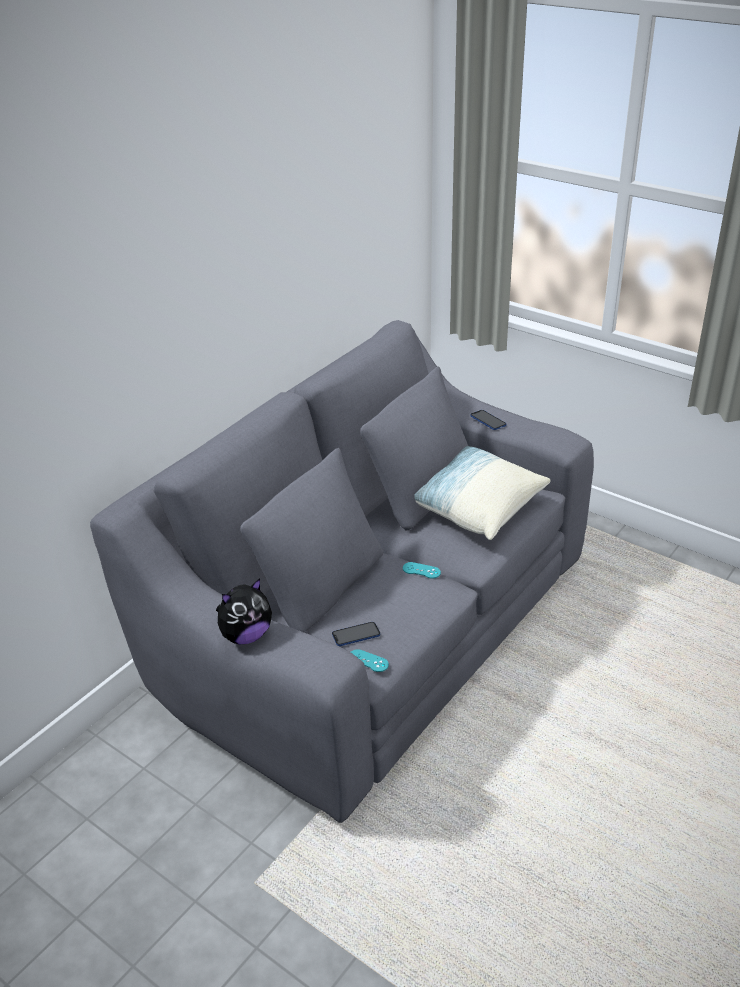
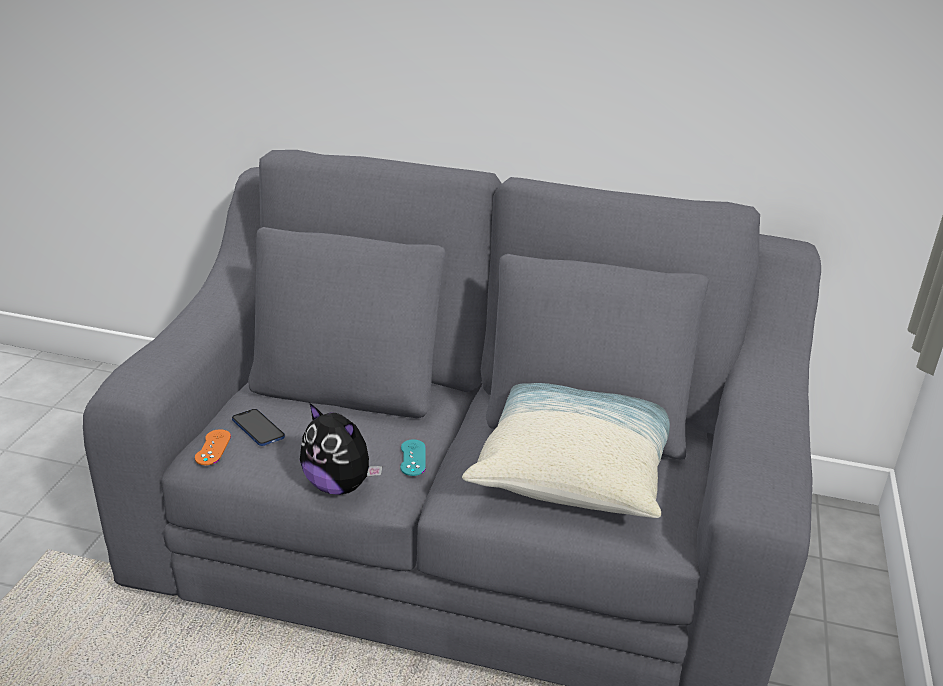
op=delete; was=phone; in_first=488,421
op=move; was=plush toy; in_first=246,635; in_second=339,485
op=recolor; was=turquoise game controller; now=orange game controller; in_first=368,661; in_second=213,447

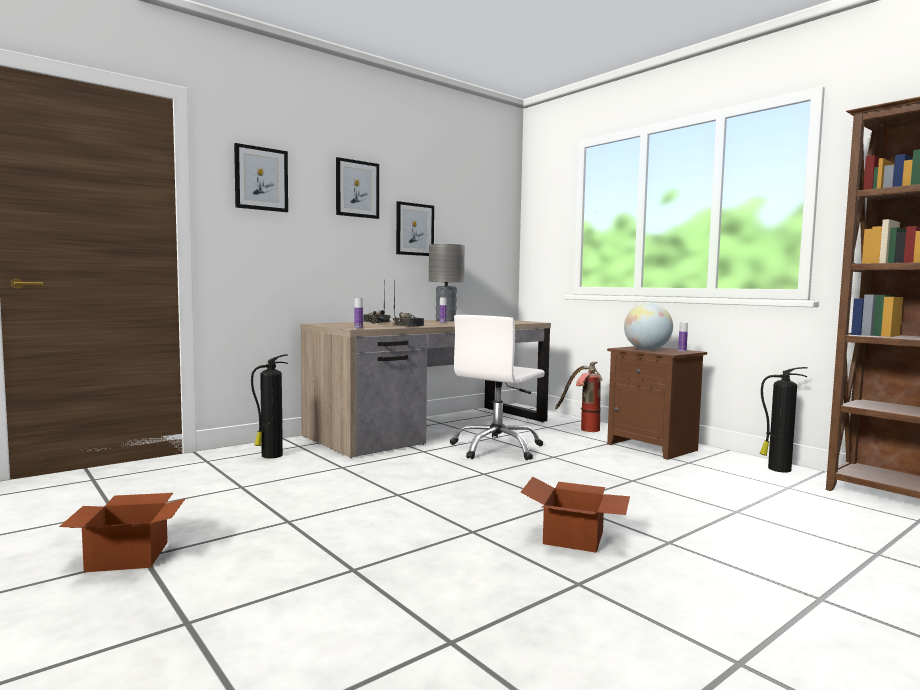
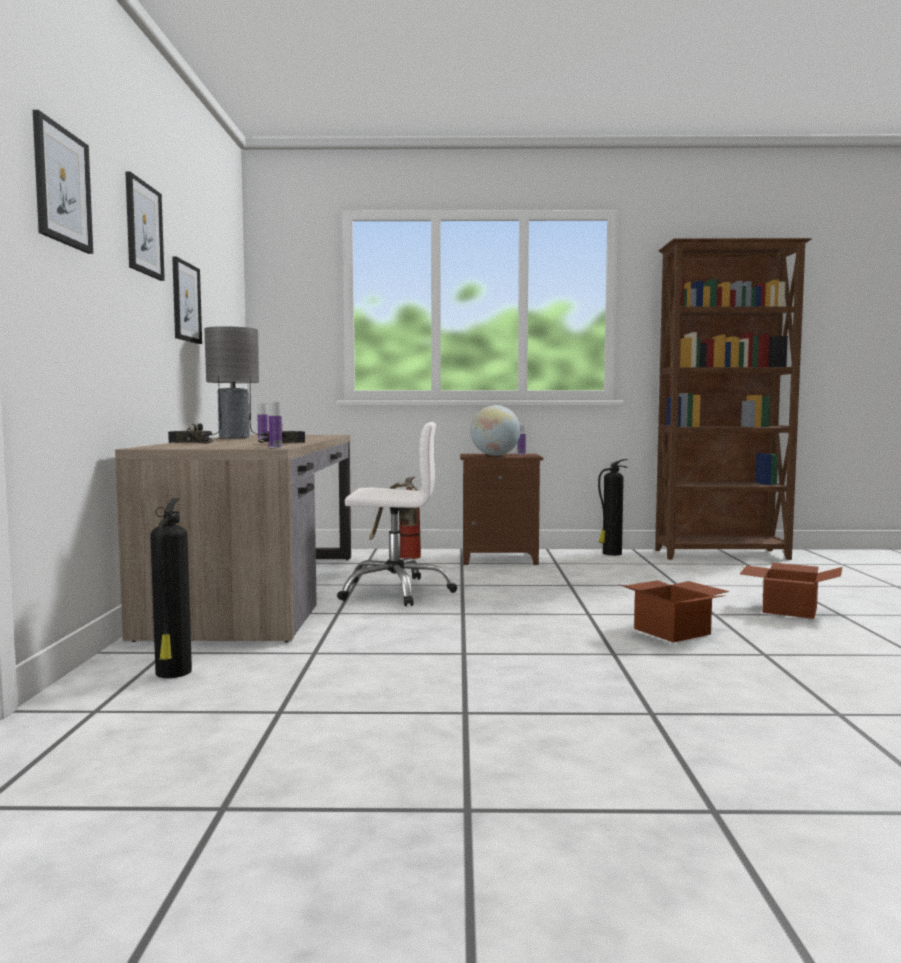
op=move; was=cardboard box; in_first=130,555; in_second=788,609
op=rotate; was=white office chair; in_first=497,448; in_second=395,591; clockwise=-75

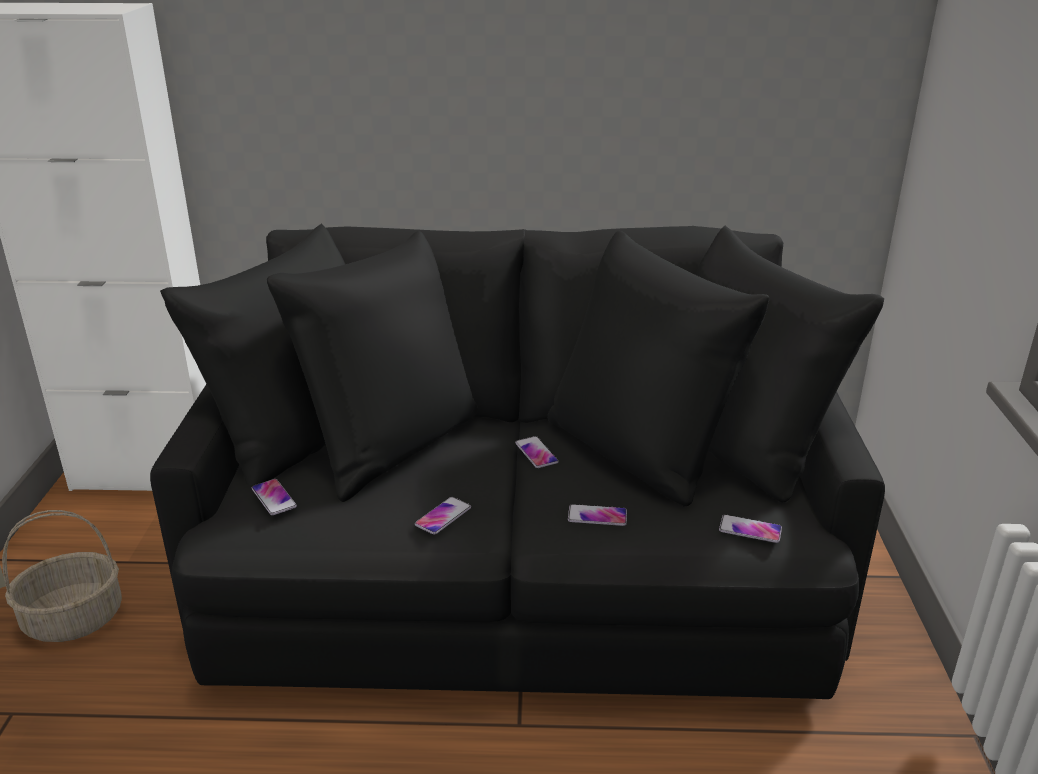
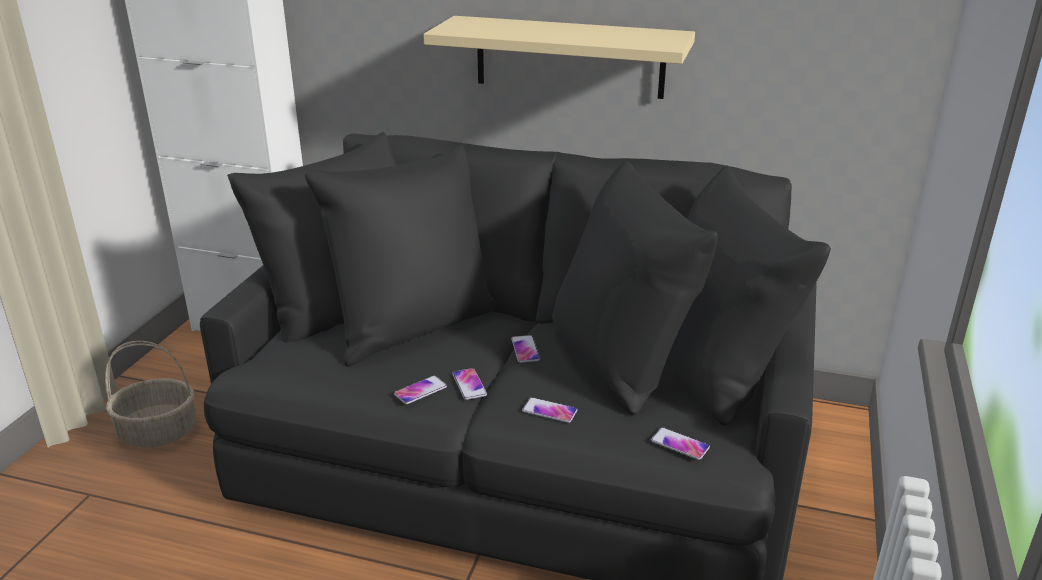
op=insert; now=beige shelf; in_second=569,57
op=move; was=phone; in_first=274,498; in_second=469,385

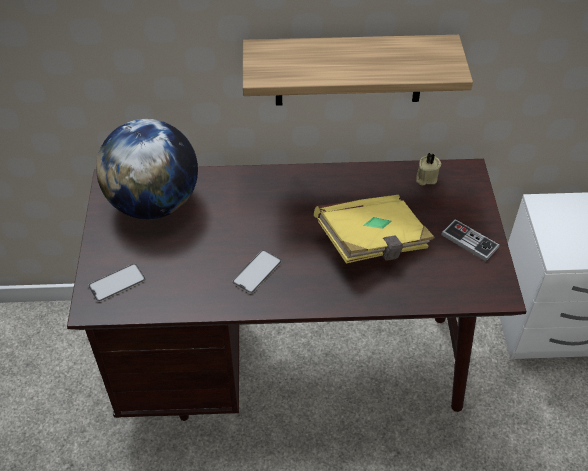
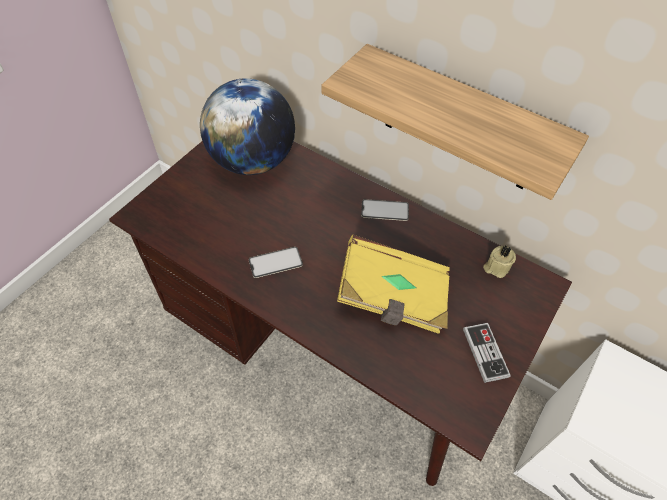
op=move; was=phone; in_first=117,283; in_second=385,210

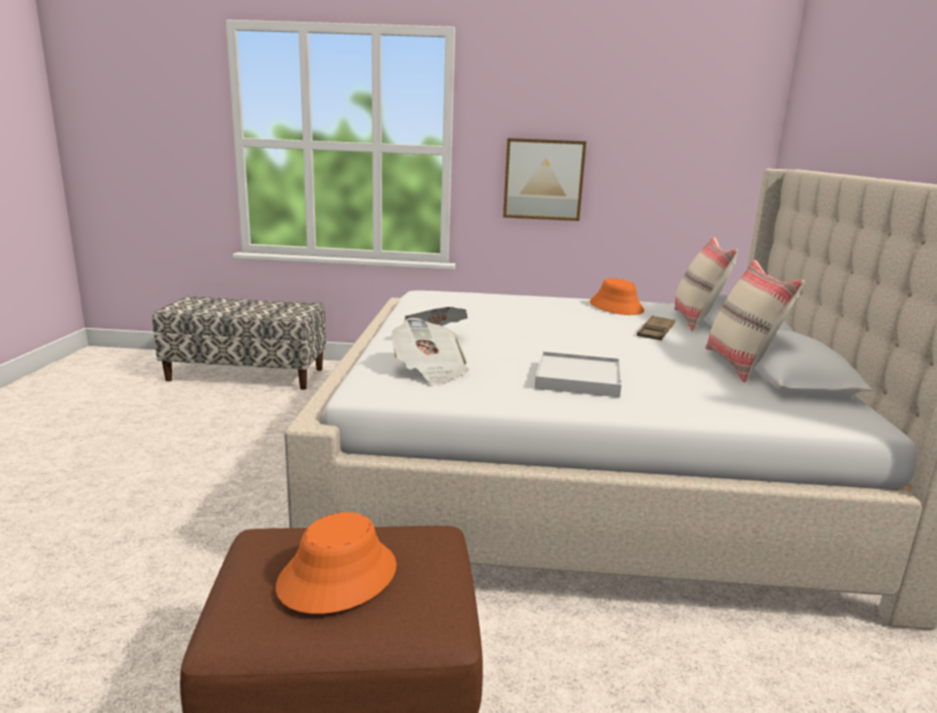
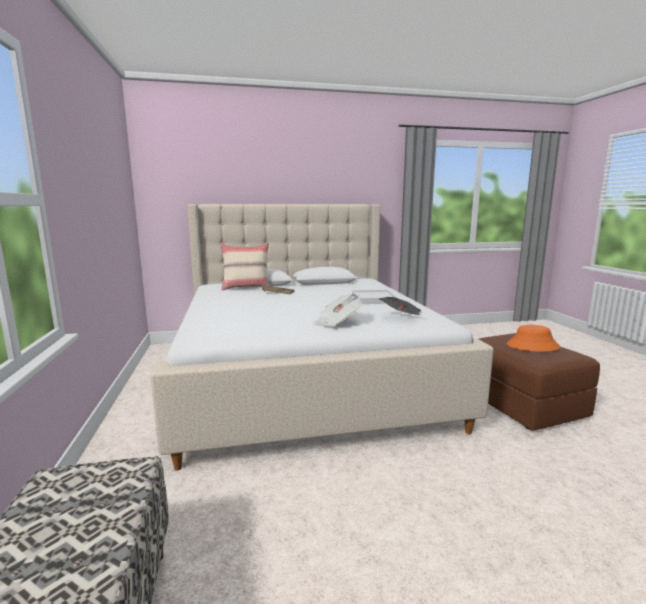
op=delete; was=picture; in_first=543,179
op=delete; was=orange hat; in_first=616,307
op=delete; was=beige pillow; in_first=740,365

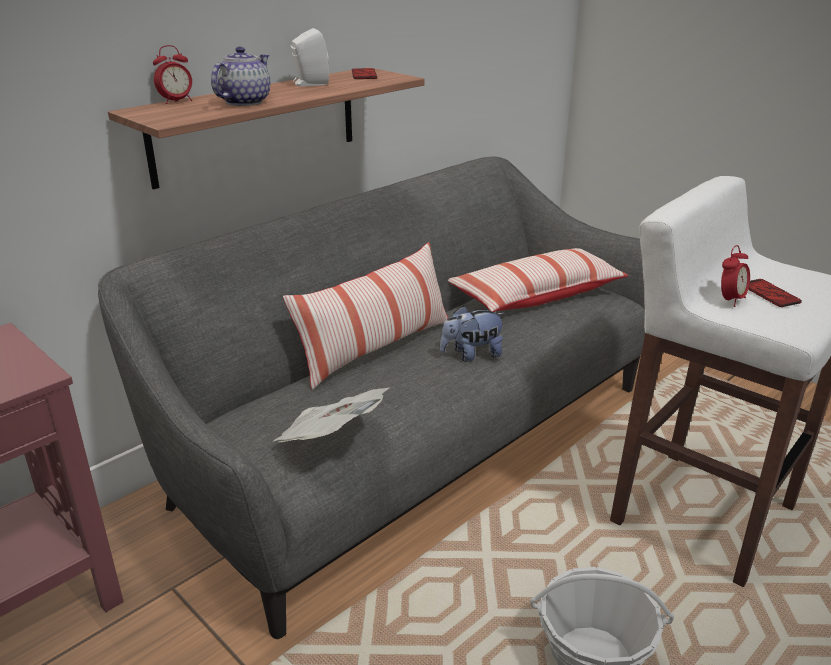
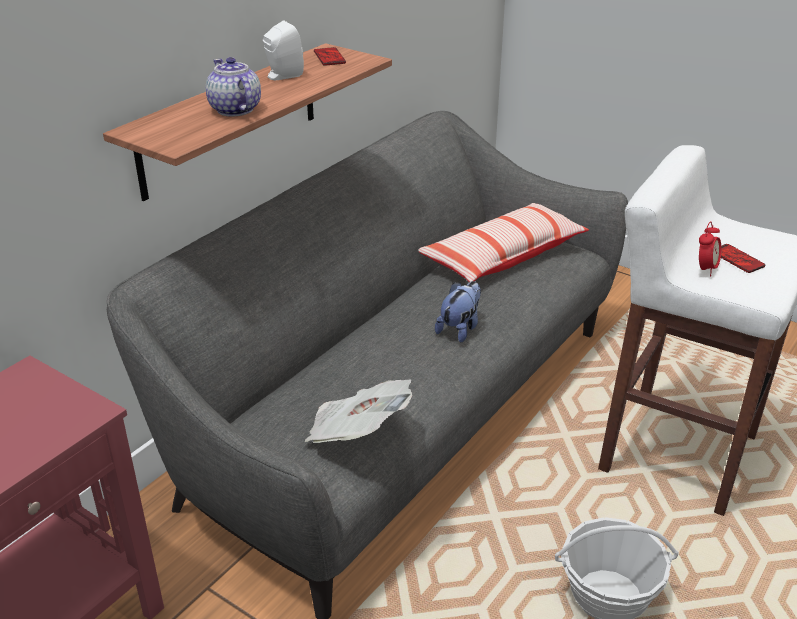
op=delete; was=alarm clock; in_first=177,101
op=delete; was=pillow; in_first=375,349
op=rotate; was=teapot; in_first=244,102; in_second=234,109; clockwise=-45
op=rotate; was=plush toy; in_first=471,354; in_second=460,328; clockwise=150

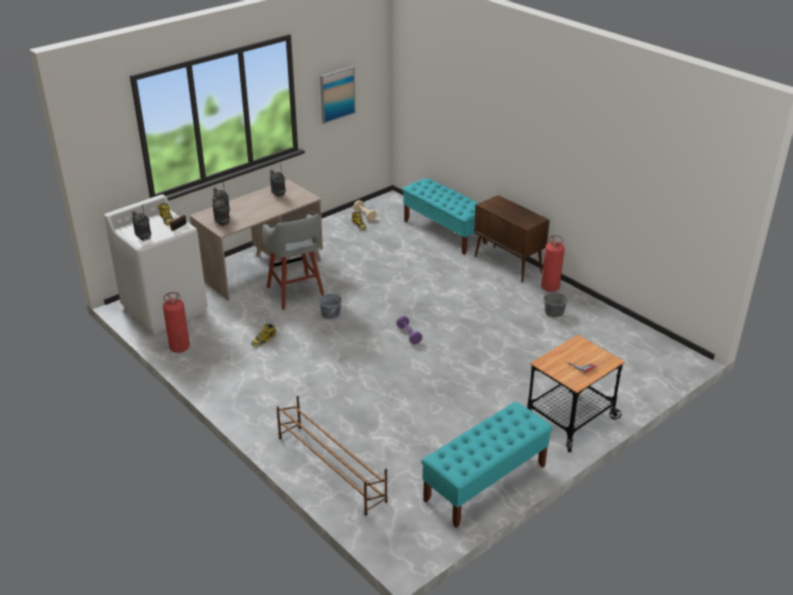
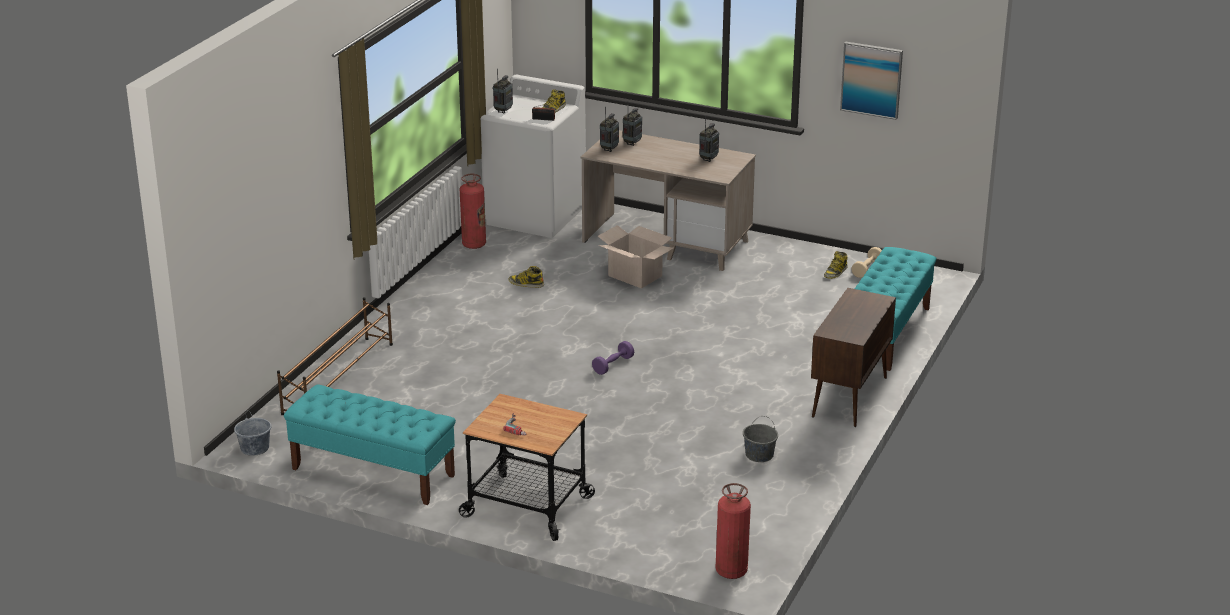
op=move; was=grey bucket; in_first=331,314; in_second=255,448
op=move; was=fire extinguisher; in_first=550,288; in_second=731,571
op=replace; was=grey stool; now=cardboard box; in_first=296,294; in_second=634,276

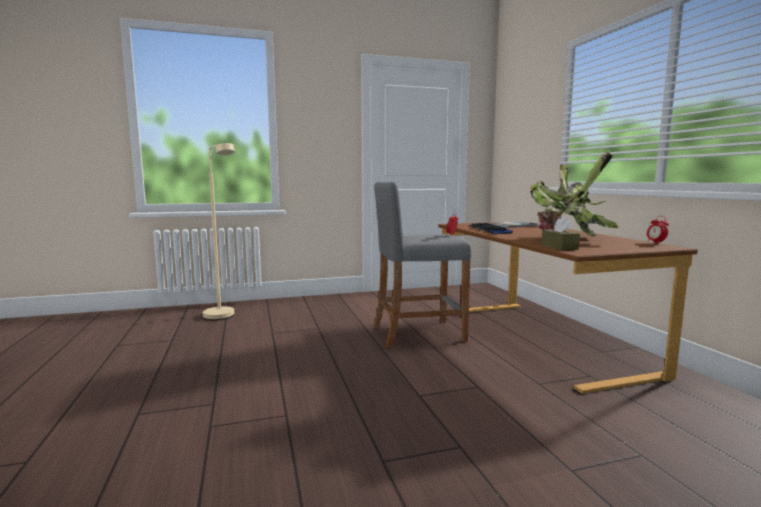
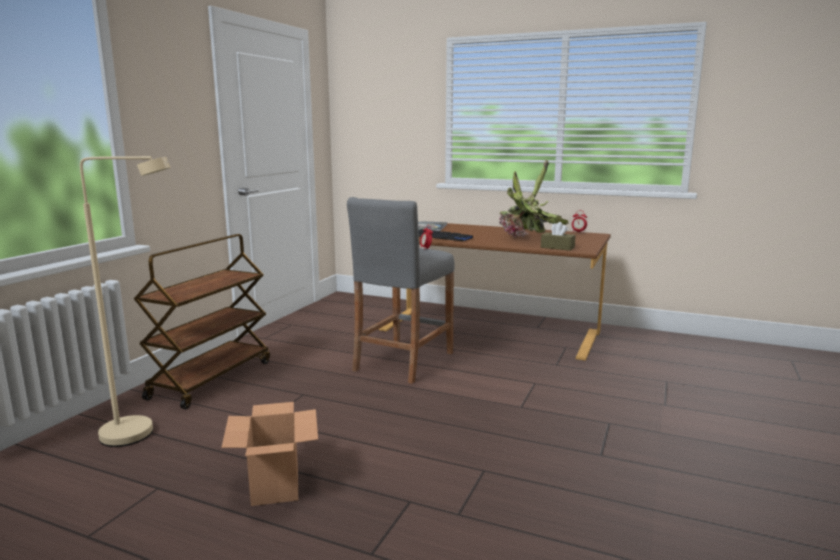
op=insert; now=brown cart; in_second=211,379
op=insert; now=cardboard box; in_second=275,484

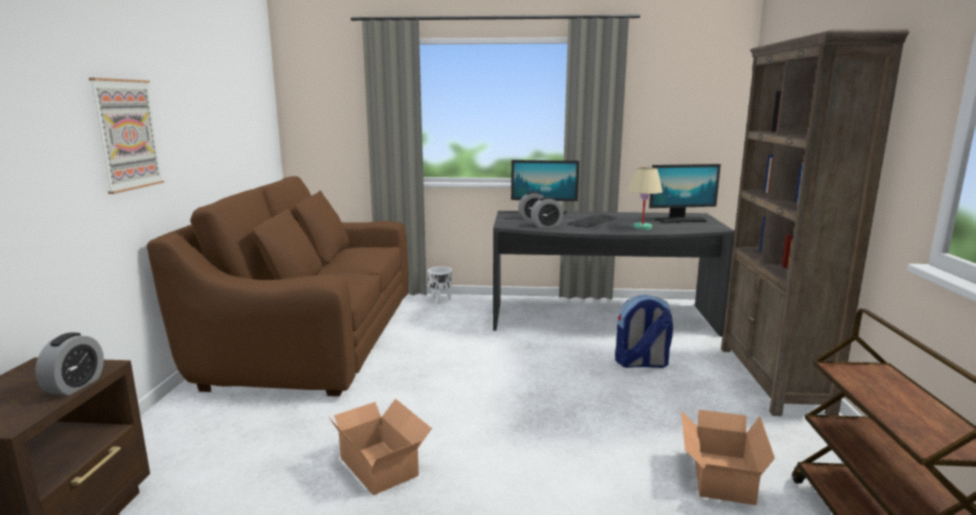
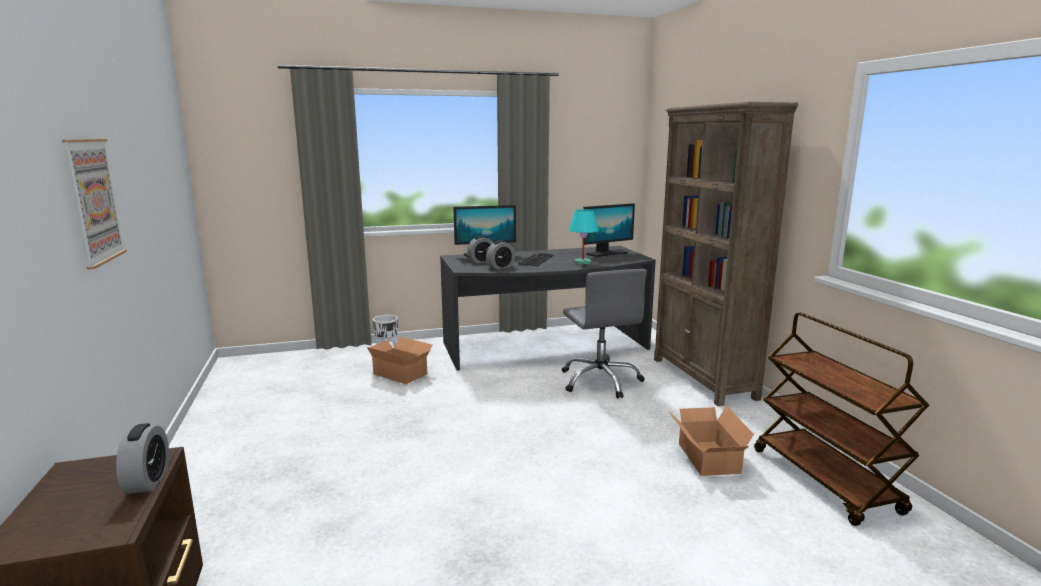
op=delete; was=brown sofa; in_first=313,339
op=move; was=cardboard box; in_first=380,464; in_second=401,373
op=replace; was=backpack; now=grey office chair; in_first=641,364; in_second=600,381
op=recolor; was=beige table lamp; now=turquoise table lamp; in_first=642,227; in_second=582,262

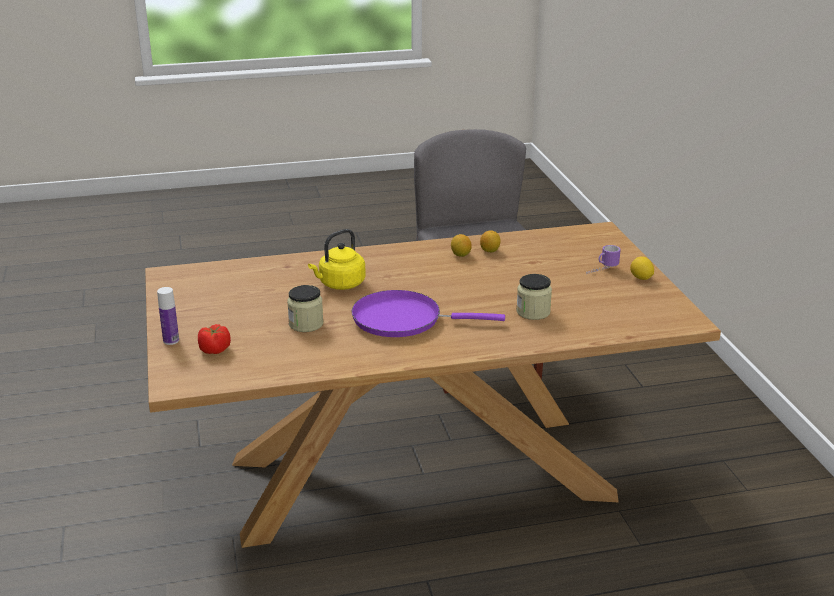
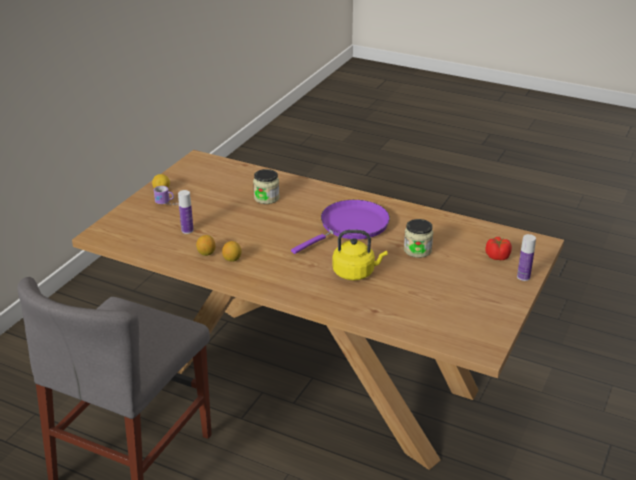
op=insert; now=bottle; in_second=187,230
op=rotate; was=purple frying pan; in_first=403,319; in_second=350,226; clockwise=-90

